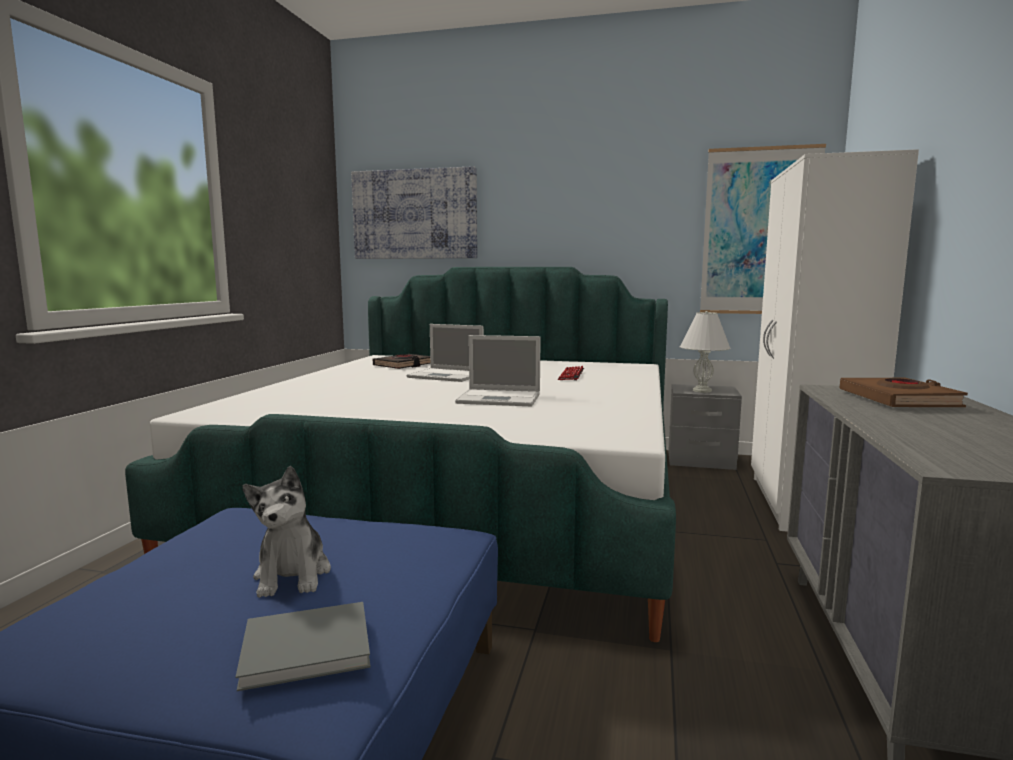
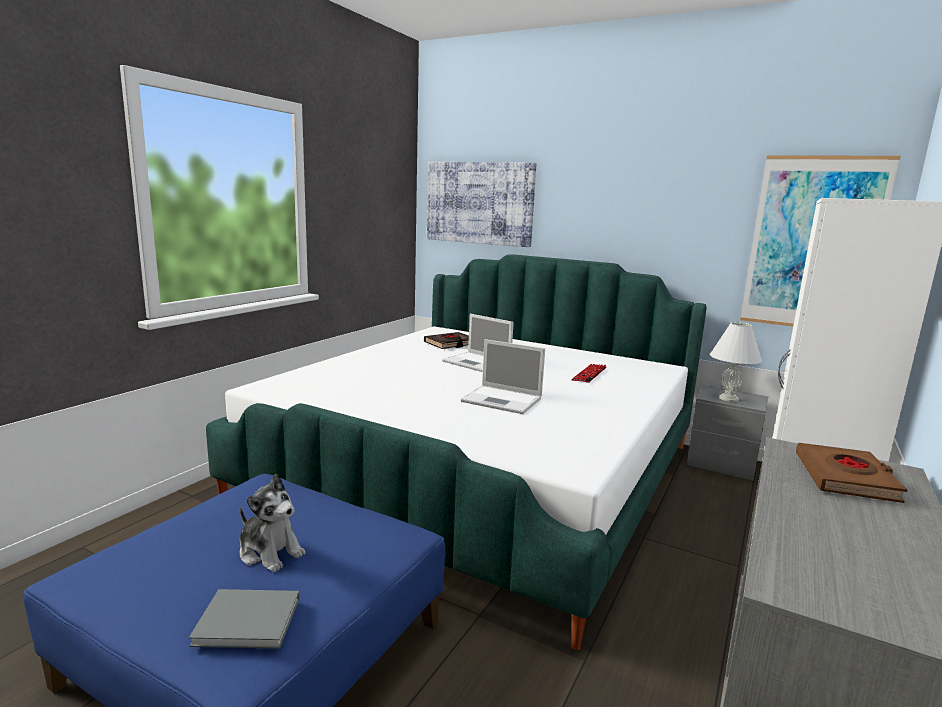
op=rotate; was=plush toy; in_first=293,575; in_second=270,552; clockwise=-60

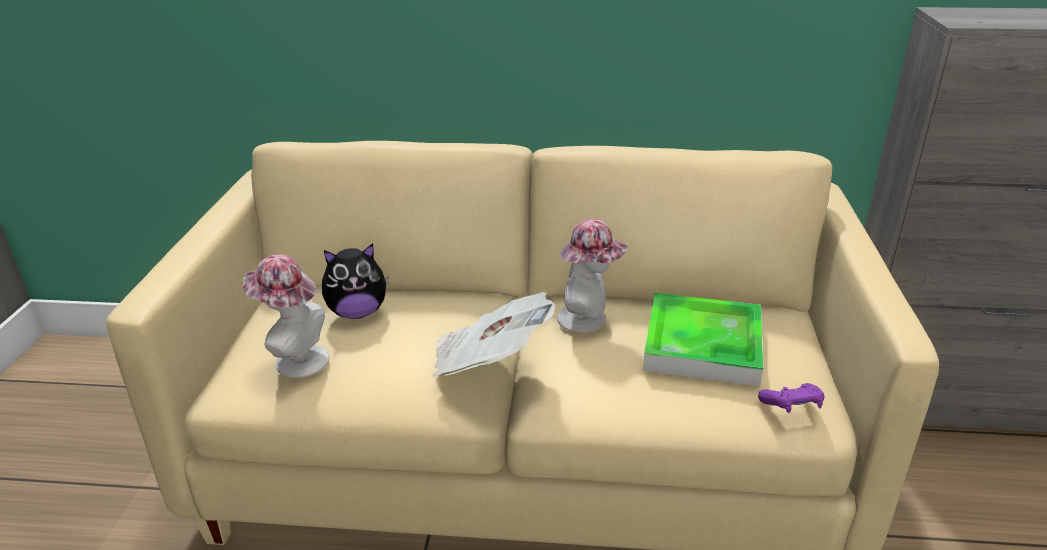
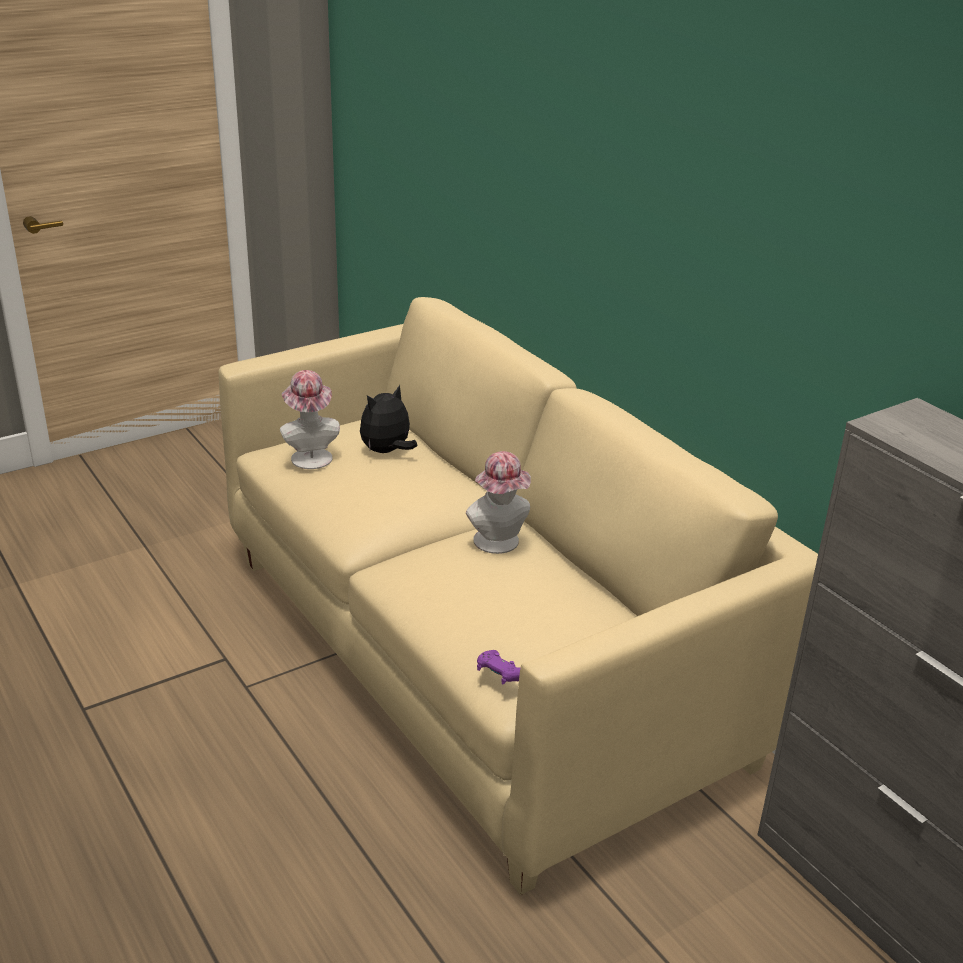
op=delete; was=newspaper; in_first=489,361
op=delete; was=tray; in_first=702,345
op=rotate; was=plush toy; in_first=357,312; in_second=387,452; clockwise=105

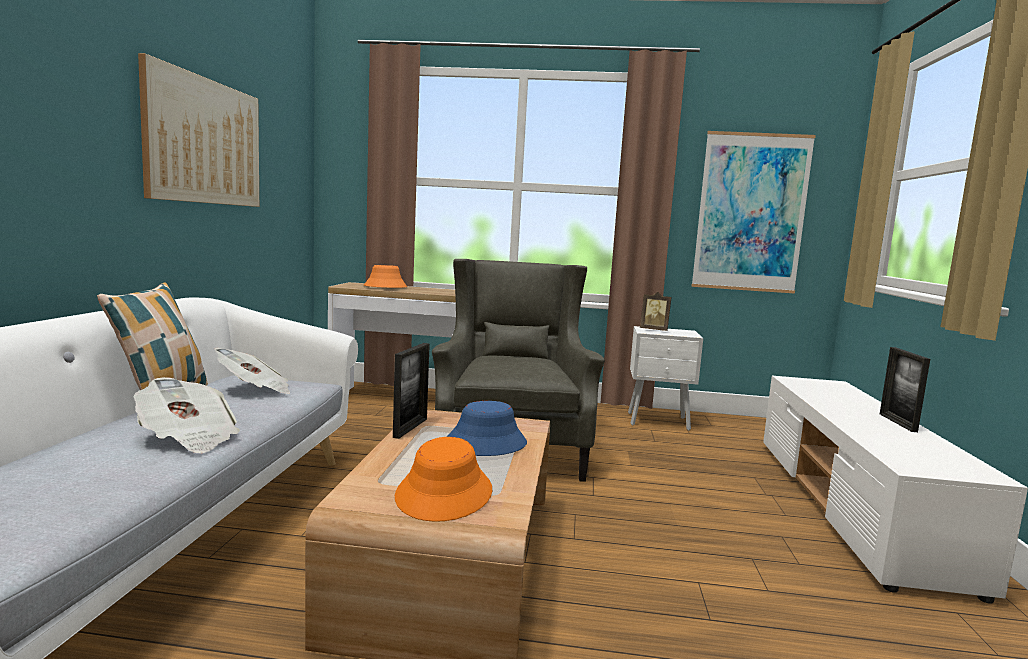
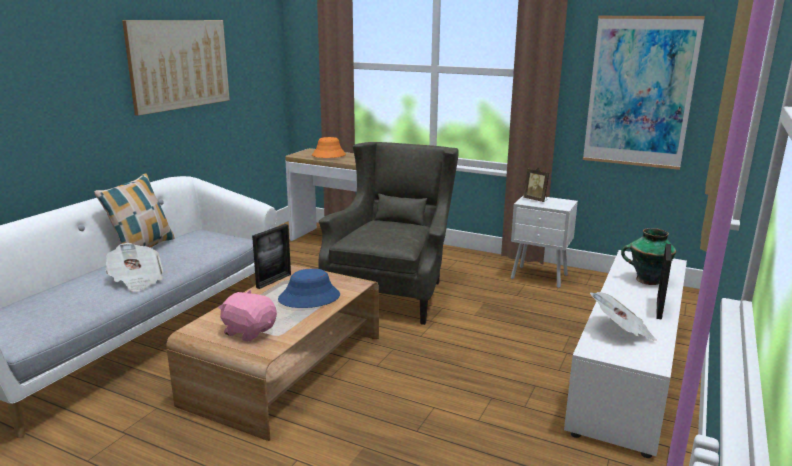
op=insert; now=vase; in_second=646,280
op=move; was=newspaper; in_first=255,390; in_second=621,331
op=replace; was=orange hat; now=pink plush toy; in_first=444,493; in_second=249,331

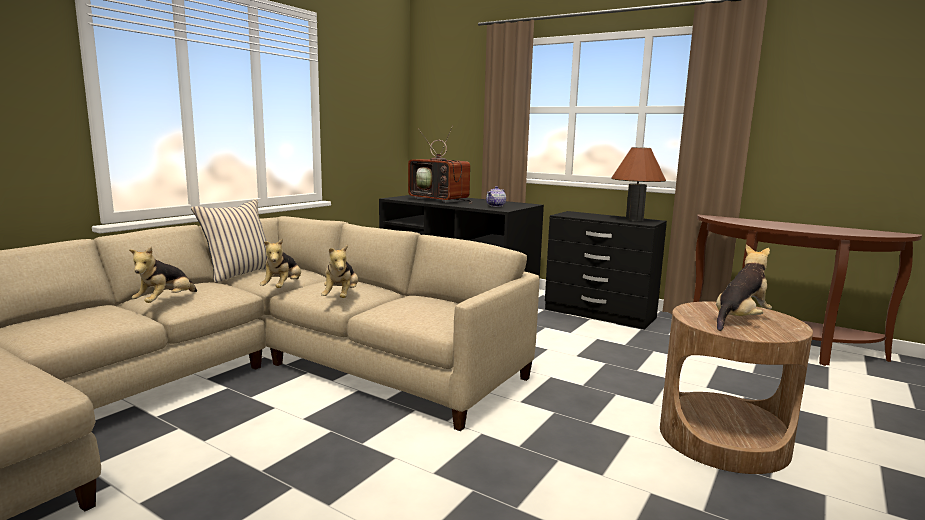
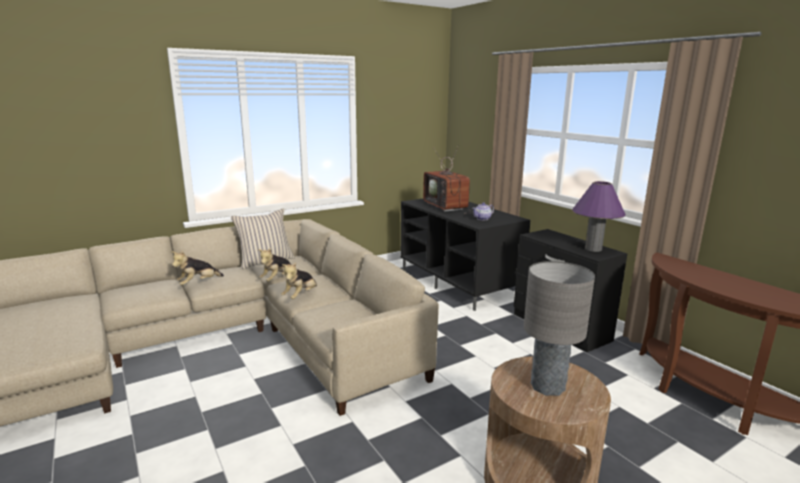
op=replace; was=plush toy; now=grey table lamp; in_first=739,320; in_second=547,387
op=recolor; was=brown table lamp; now=purple table lamp; in_first=634,219; in_second=593,249

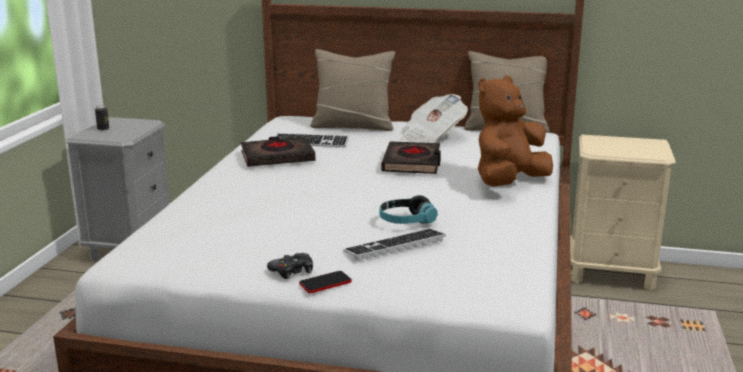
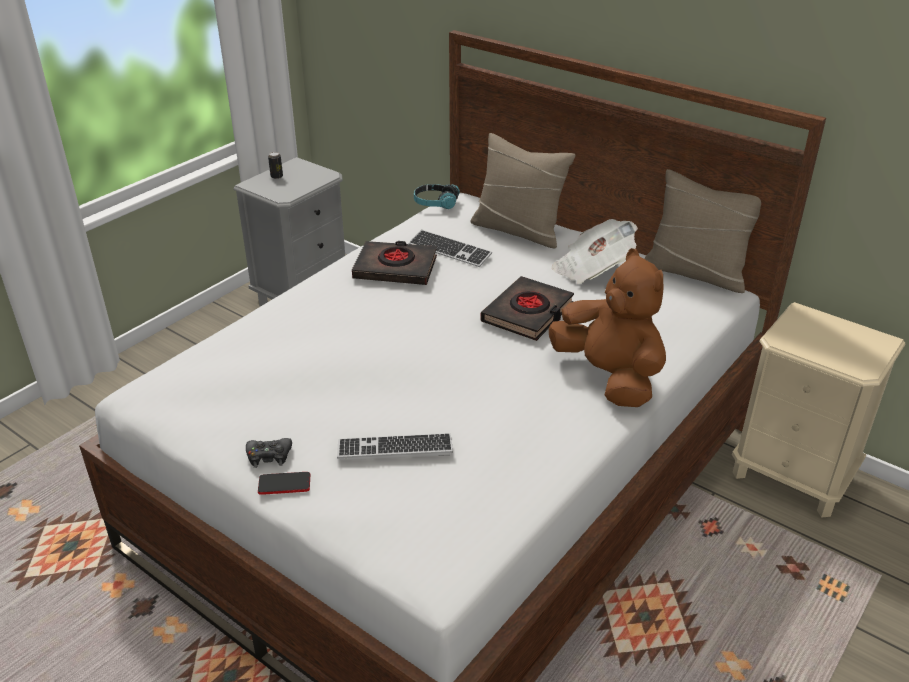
op=move; was=headphones; in_first=406,221; in_second=435,203
op=rotate; was=brown plush toy; in_first=509,183; in_second=609,377; clockwise=75

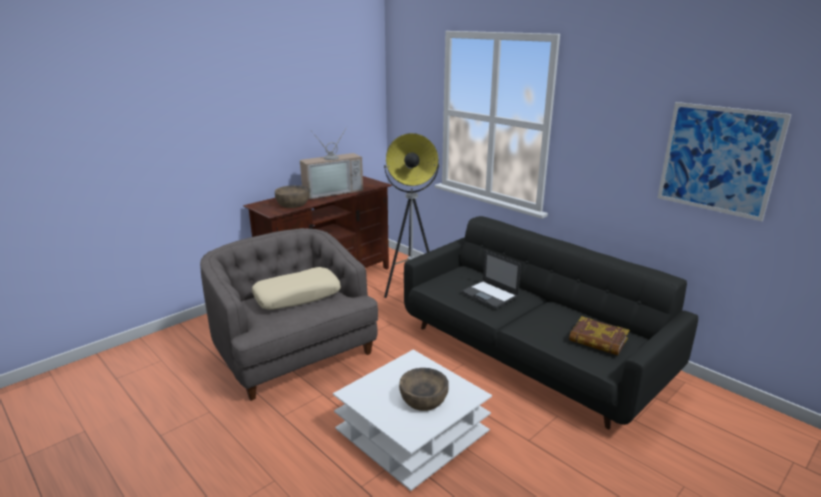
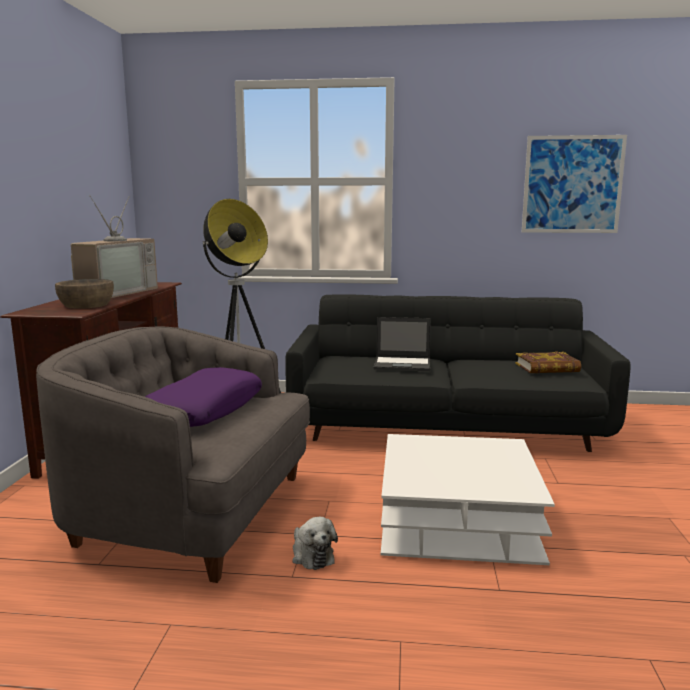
op=delete; was=brown bowl; in_first=423,399
op=insert; now=plush toy; in_second=311,555
op=recolor; was=beige pillow; now=purple pillow; in_first=297,296; in_second=204,410

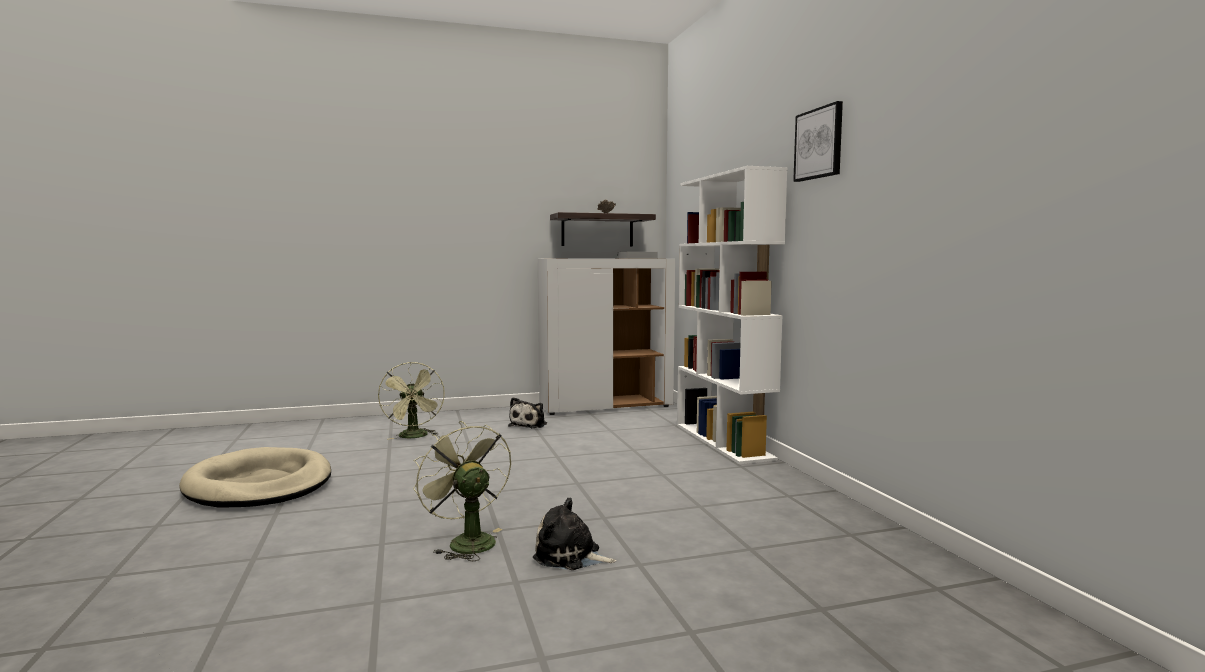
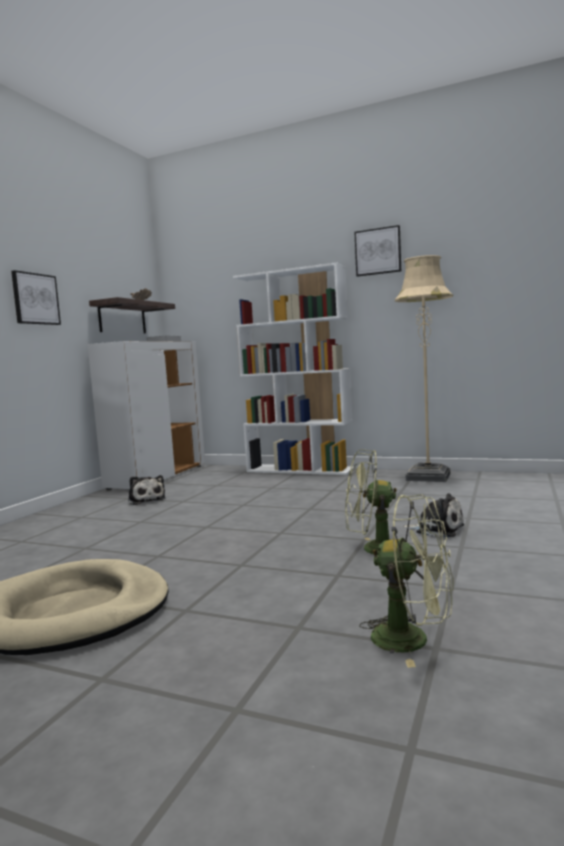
op=insert; now=picture; in_second=35,299
op=insert; now=beige floor lamp; in_second=428,477
op=move; was=green fan; in_first=414,437; in_second=413,639
op=rotate; was=plush toy; in_first=570,556; in_second=437,529; clockwise=-120

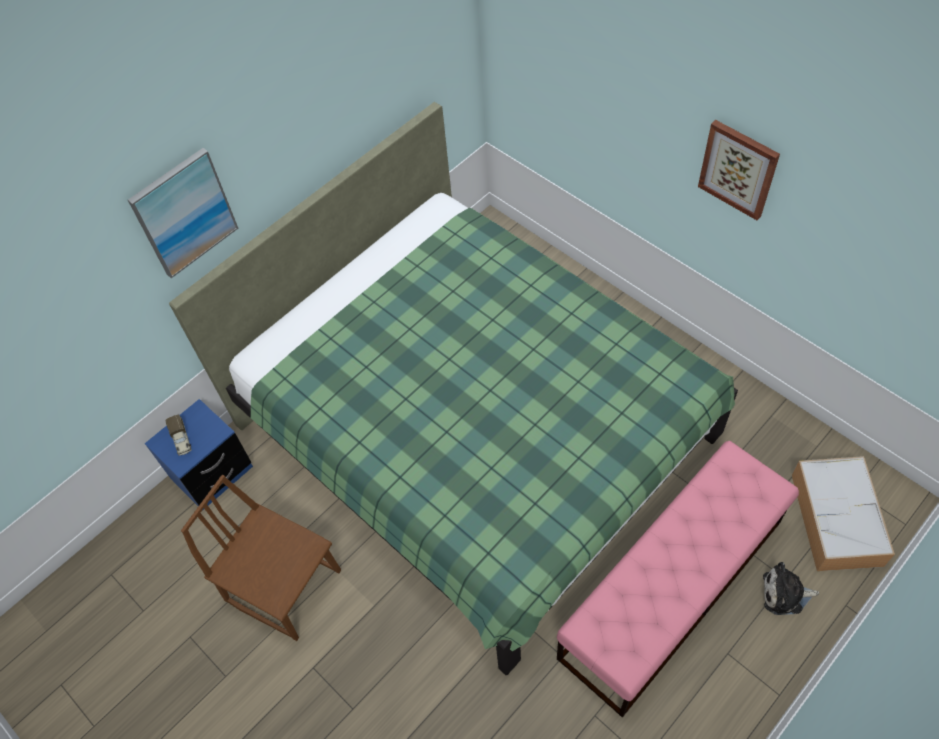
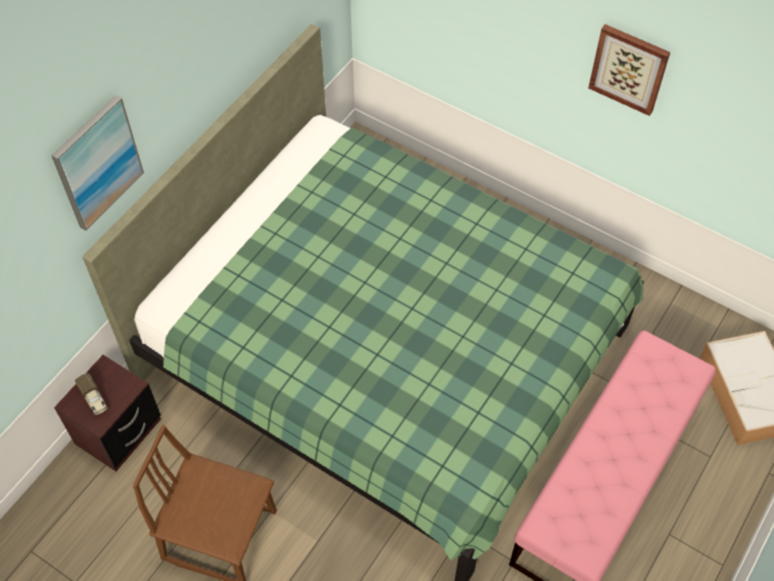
op=delete; was=plush toy; in_first=785,594
op=recolor; was=blue nightstand; now=brown nightstand; in_first=212,473; in_second=118,432

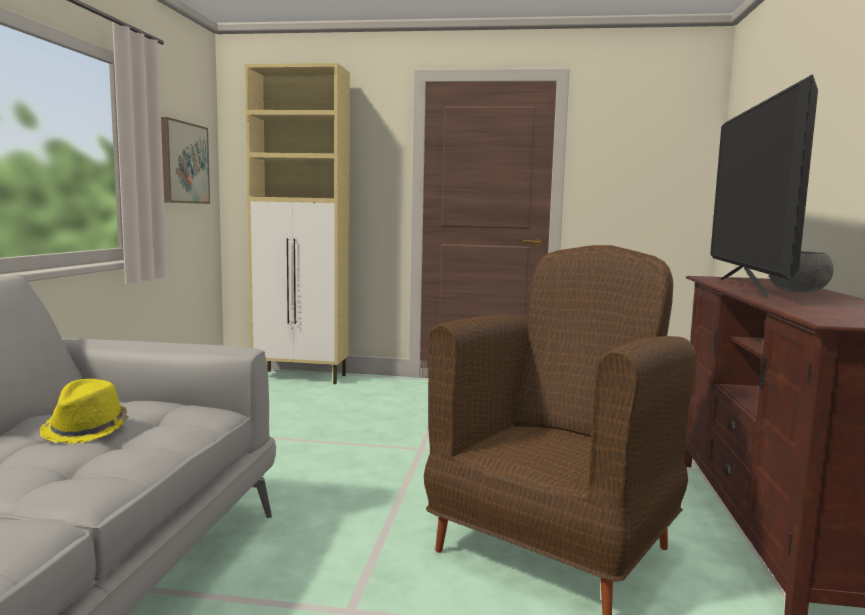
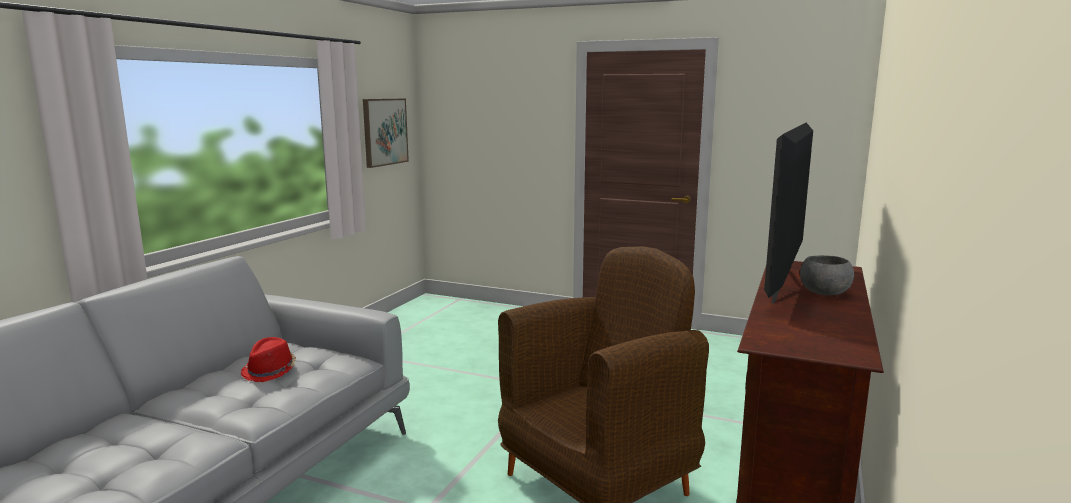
op=delete; was=beige cabinet; in_first=302,377
op=recolor; was=yellow hat; now=red hat; in_first=87,430; in_second=270,371

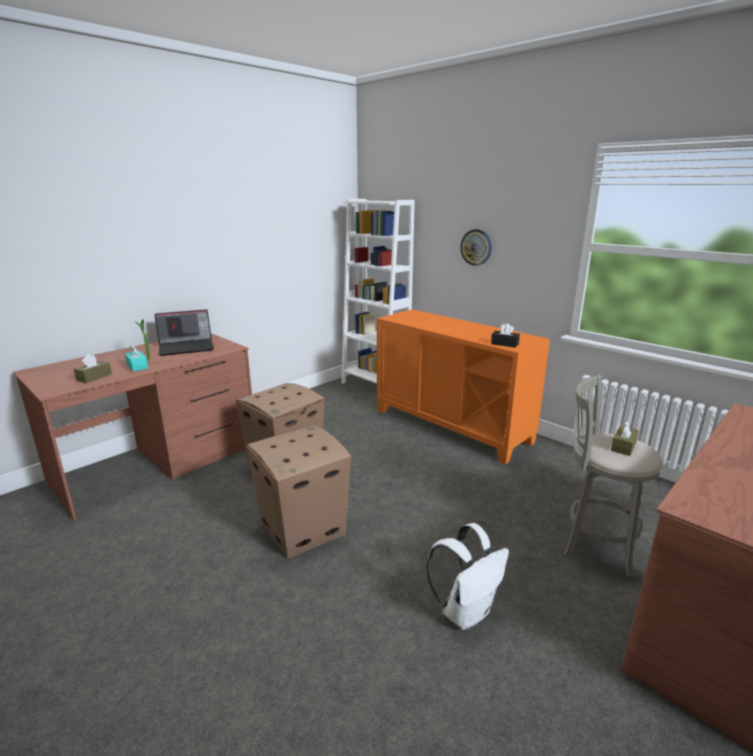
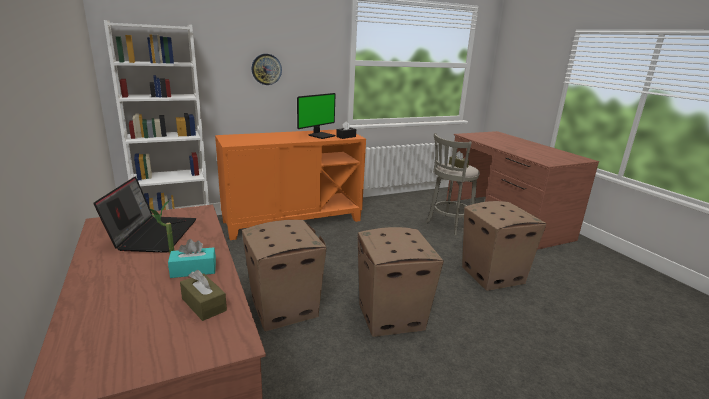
op=insert; now=monitor; in_second=321,135
op=replace; was=white backpack; now=cardboard box; in_first=466,611; in_second=492,274

